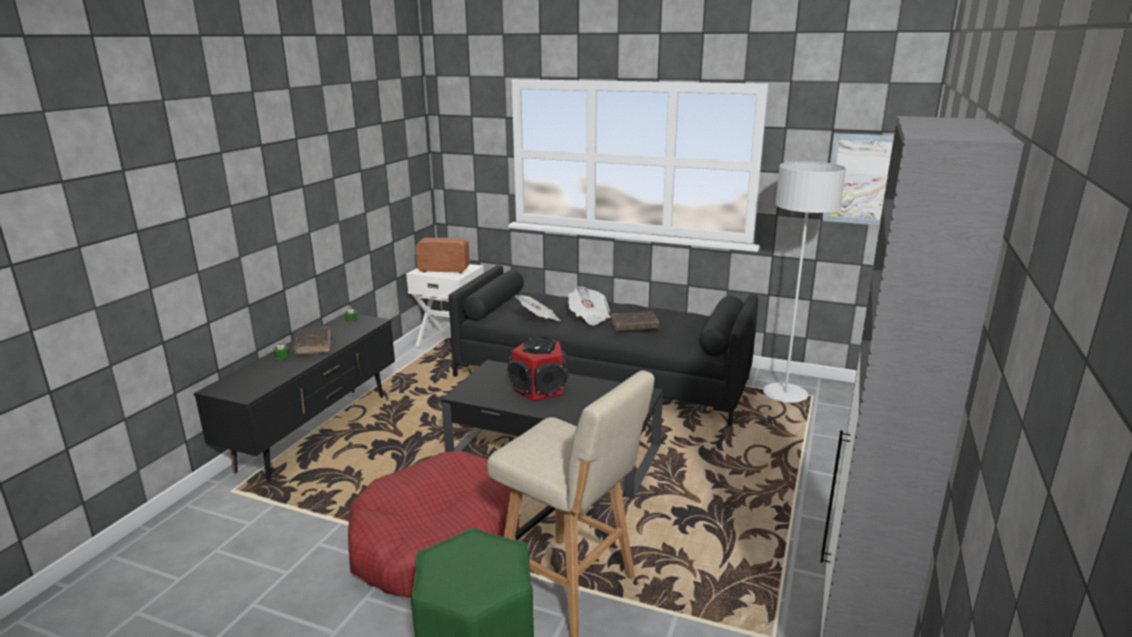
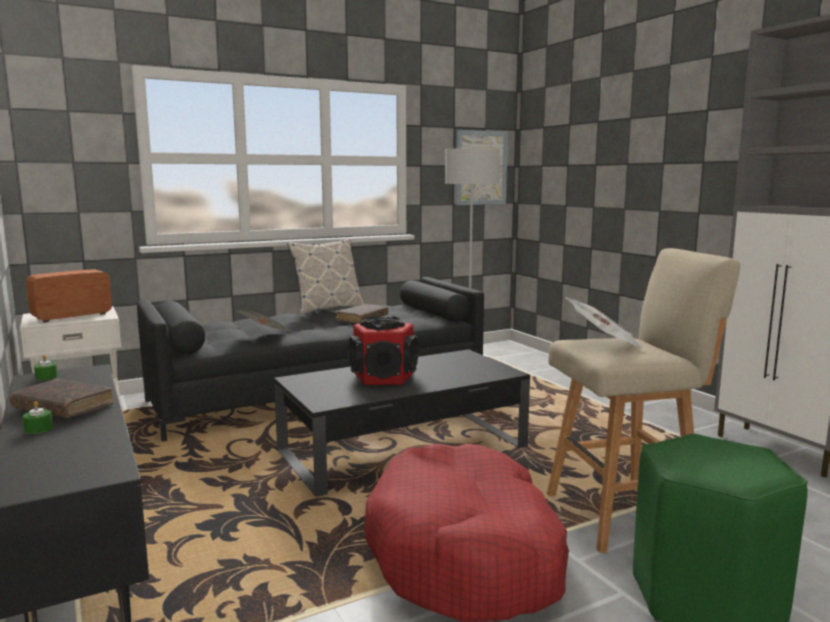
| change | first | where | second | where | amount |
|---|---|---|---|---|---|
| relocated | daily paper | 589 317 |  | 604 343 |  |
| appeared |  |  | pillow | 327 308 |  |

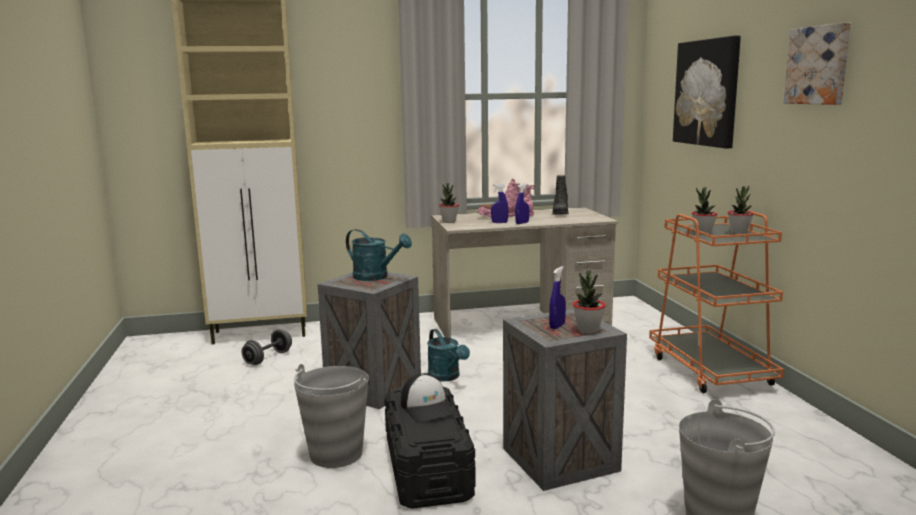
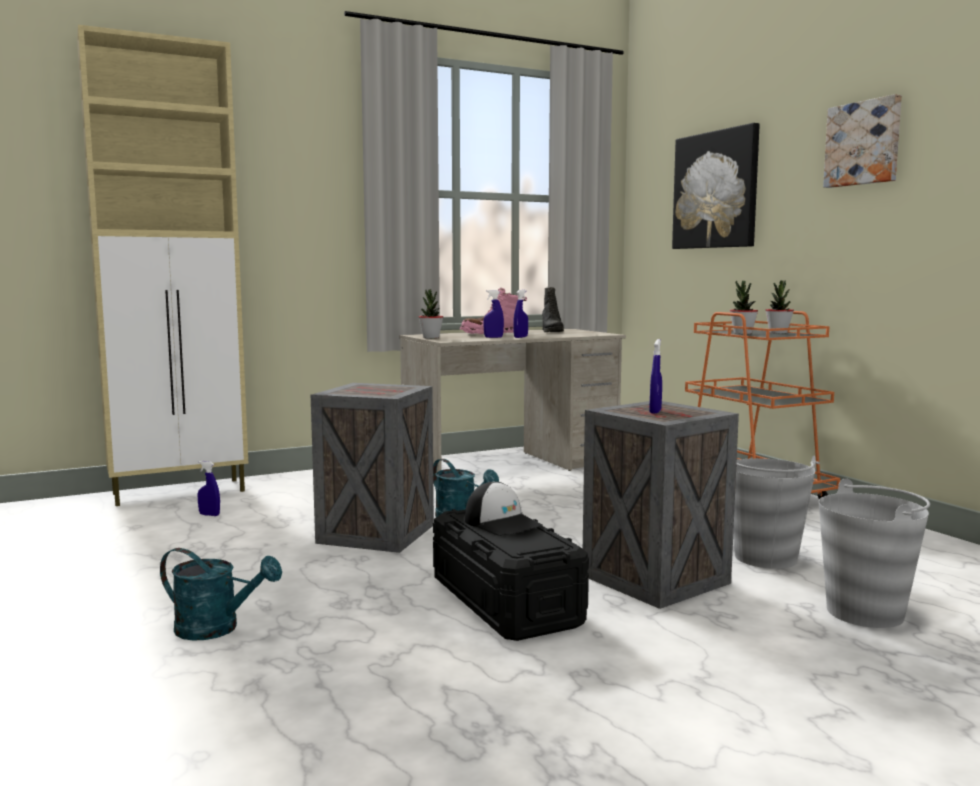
| change | first | where | second | where | amount |
|---|---|---|---|---|---|
| relocated | blue-green watering pot | 376 277 |  | 217 629 |  |
| missing | plant in a pot | 588 330 |  |  |  |
| exchanged | grey dumbbell | 268 358 | blue-coloured hand sprayer | 209 515 |  |
| relocated | grey bucket | 335 454 |  | 765 558 |  |

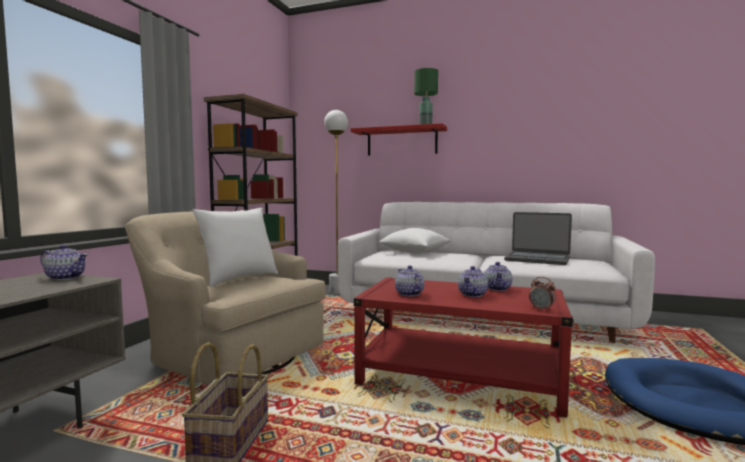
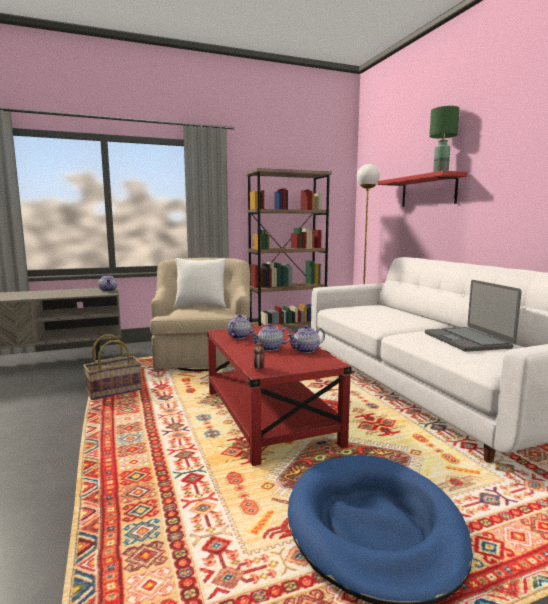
| change | first | where | second | where | amount |
|---|---|---|---|---|---|
| missing | white pillow | 414 252 |  |  |  |

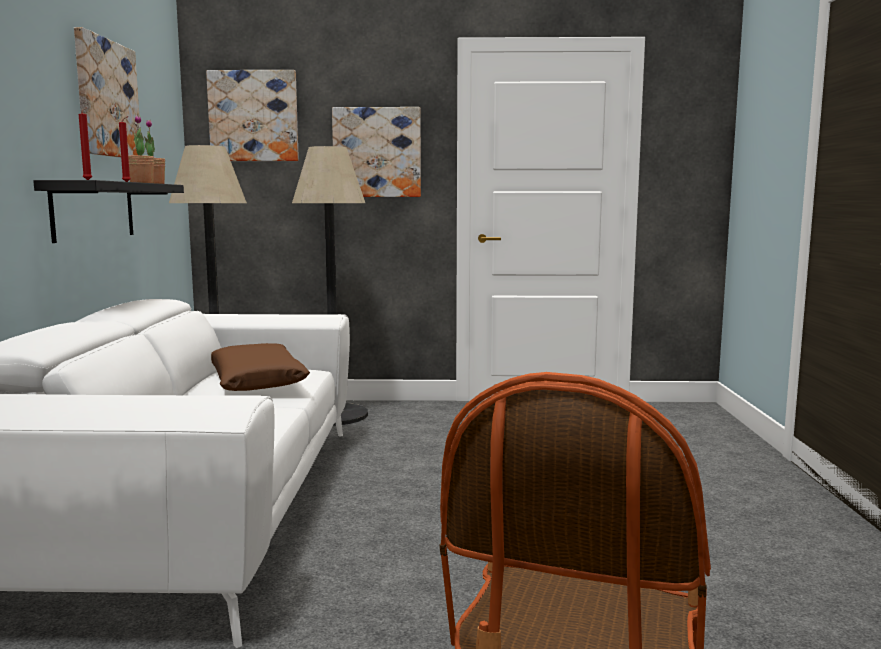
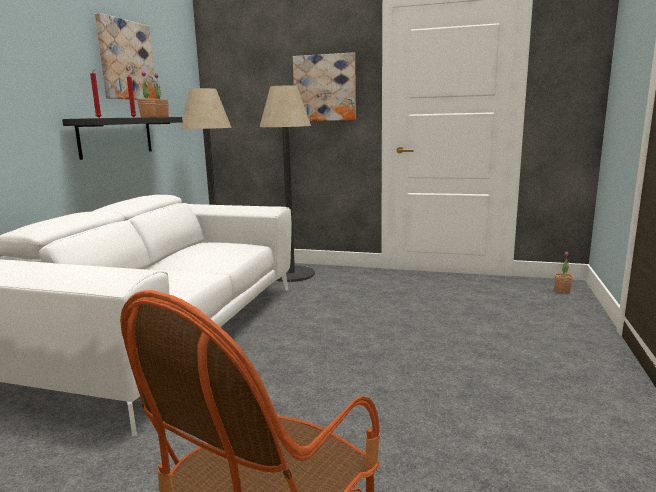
| change | first | where | second | where | amount |
|---|---|---|---|---|---|
| missing | wall art | 254 116 |  |  |  |
| missing | brown-coloured pillow | 257 381 |  |  |  |
| appeared |  |  | plant in a pot | 562 291 |  |

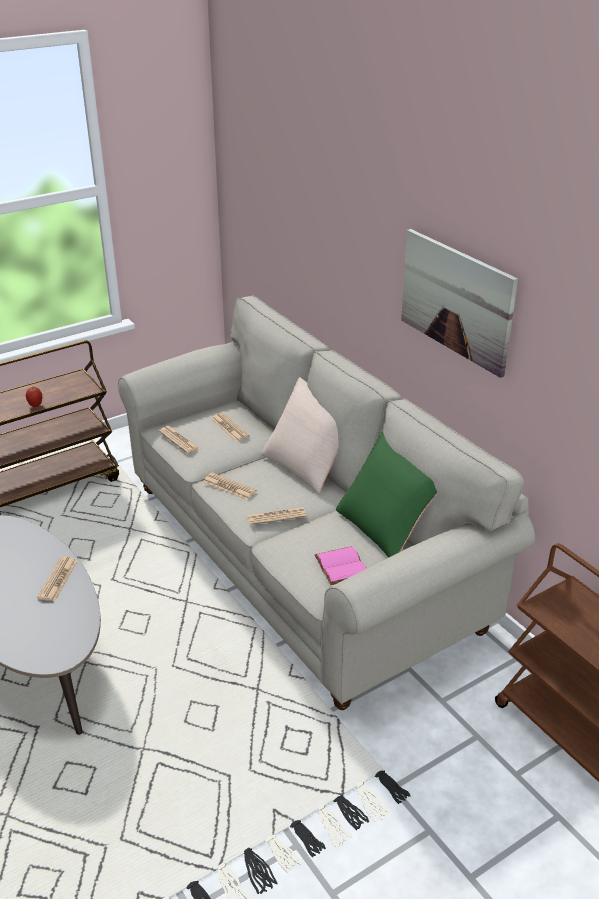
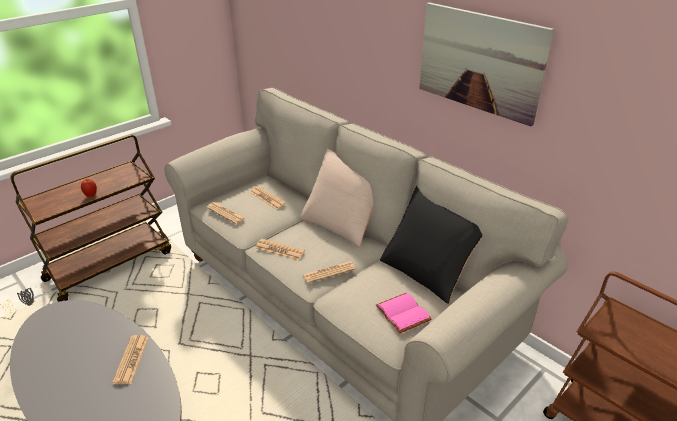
| change | first | where | second | where | amount |
|---|---|---|---|---|---|
| colour | greenish pillow | 386 526 | black-coloured pillow | 428 270 |  |

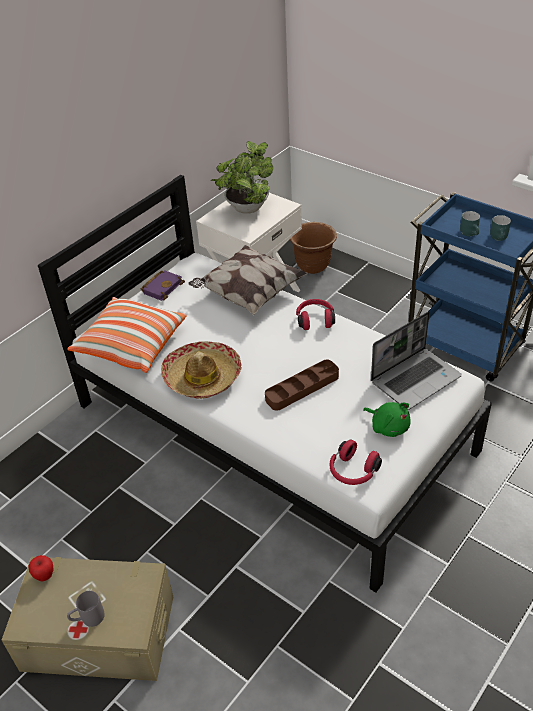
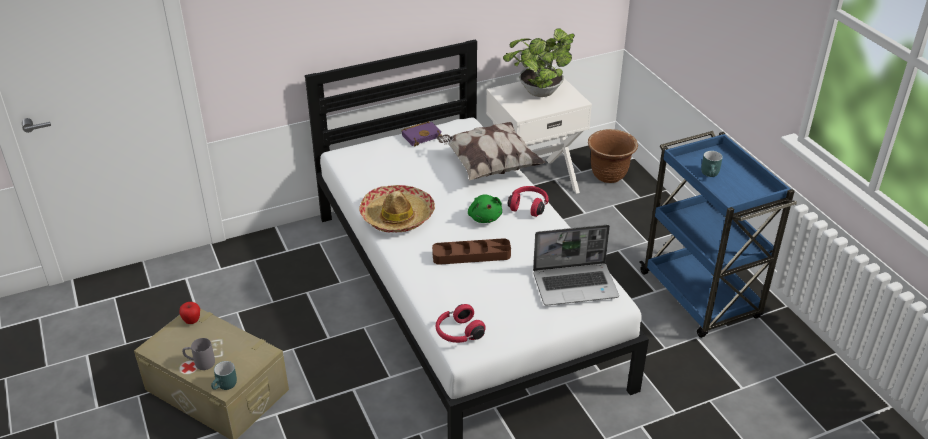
| change | first | where | second | where | amount |
|---|---|---|---|---|---|
| relocated | blue-green tea mug | 500 238 |  | 226 386 |  |
| missing | pillow | 131 345 |  |  |  |
| relocated | greenish soft toy | 388 426 |  | 484 217 |  |

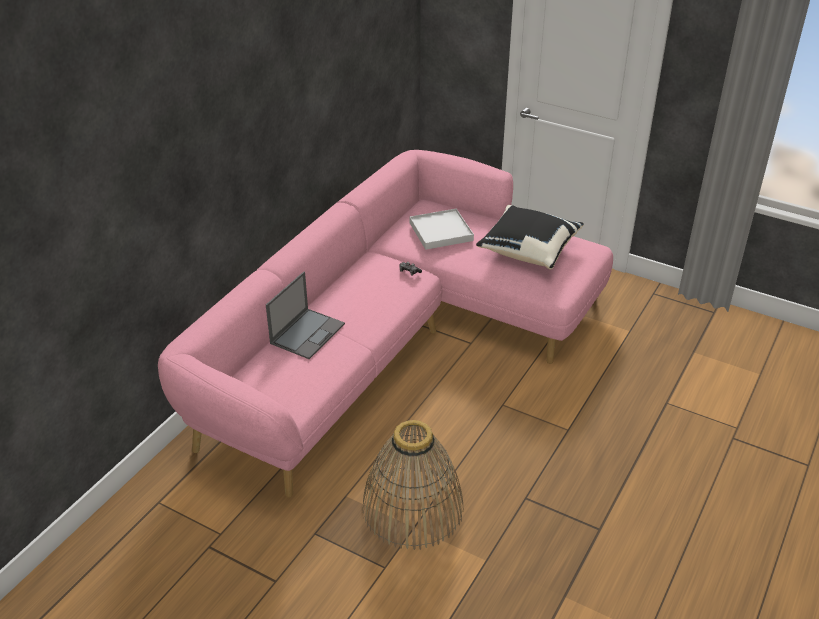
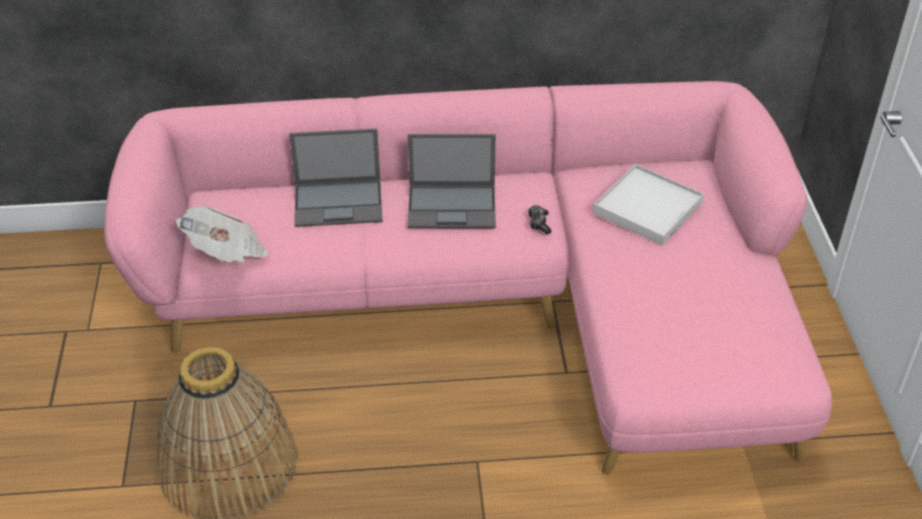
| change | first | where | second | where | amount |
|---|---|---|---|---|---|
| missing | black-coloured pillow | 528 250 |  |  |  |
| appeared |  |  | portable computer | 453 206 |  |
| appeared |  |  | daily paper | 227 252 |  |

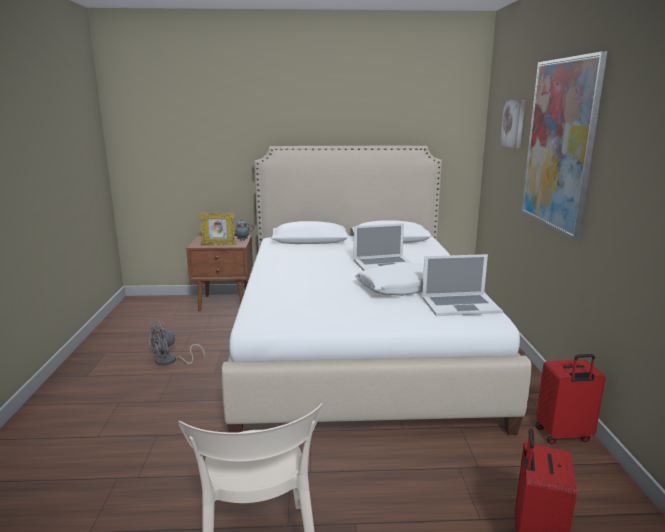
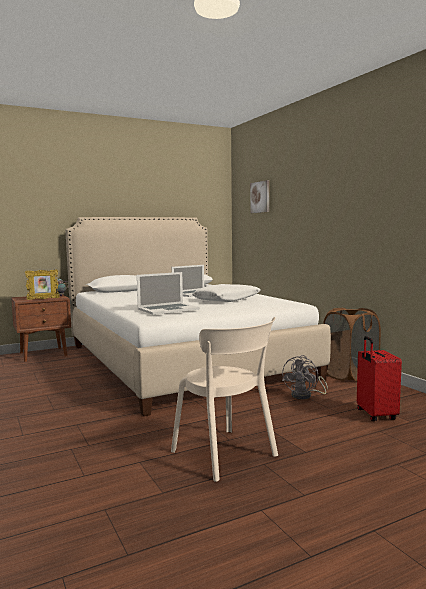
| change | first | where | second | where | amount |
|---|---|---|---|---|---|
| missing | wall art | 559 144 |  |  |  |
| relocated | portable computer | 460 305 |  | 168 309 |  |
| relocated | grey fan | 170 361 |  | 305 395 |  |
| exchanged | reddish suitcase | 563 435 | brown-coloured laundry basket | 350 375 |  |

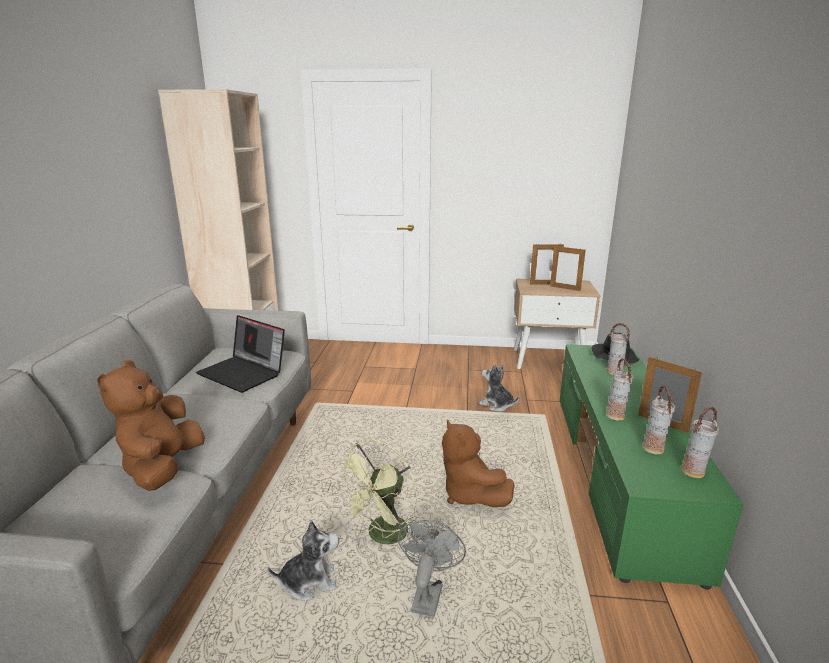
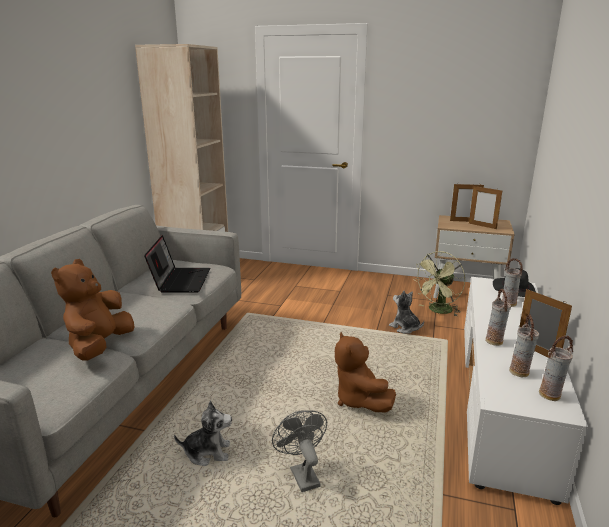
| change | first | where | second | where | amount |
|---|---|---|---|---|---|
| spun | portable computer | 244 373 |  | 180 280 | 135 degrees counterclockwise |
| colour | greenish tv unit | 620 476 | white tv unit | 503 399 |  |
| relocated | greenish fan | 383 537 |  | 438 311 |  |
| spun | grey fan | 428 593 |  | 302 474 | 45 degrees counterclockwise |

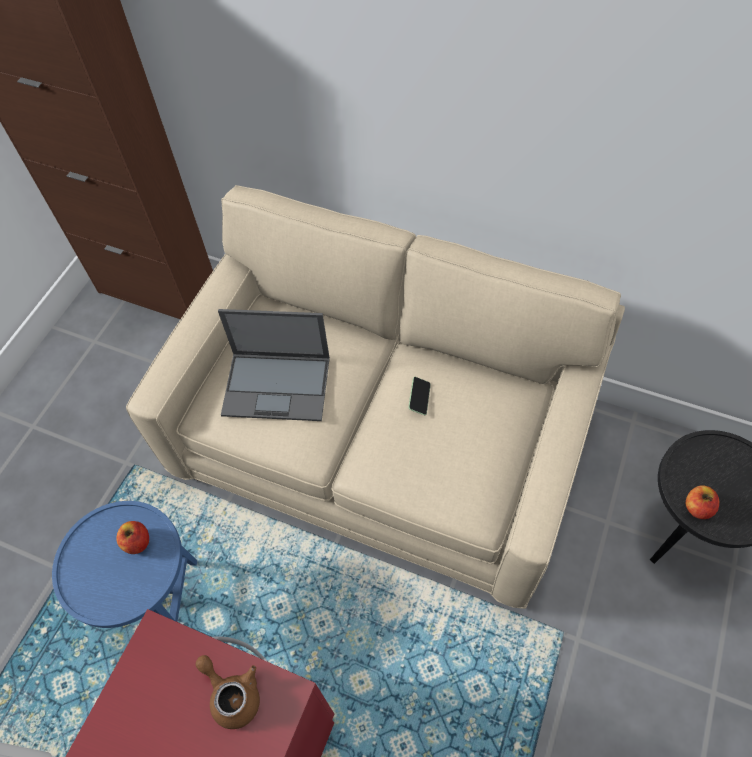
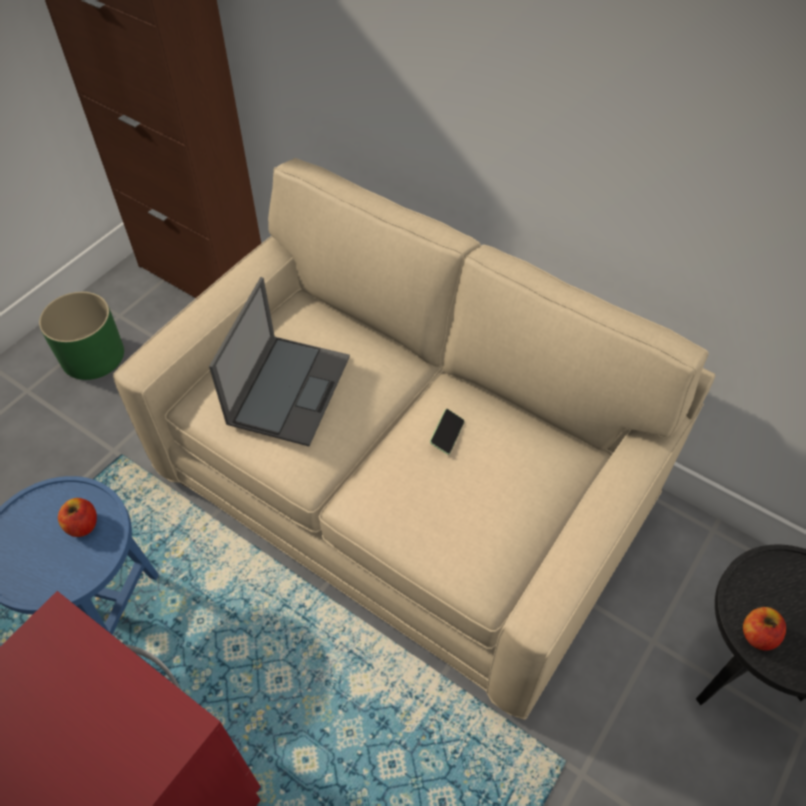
| change | first | where | second | where | amount |
|---|---|---|---|---|---|
| spun | portable computer | 278 386 |  | 289 388 | 90 degrees counterclockwise |
| missing | brown-coloured pot for tea | 232 694 |  |  |  |
| appeared |  |  | greenish flower pot | 93 355 |  |

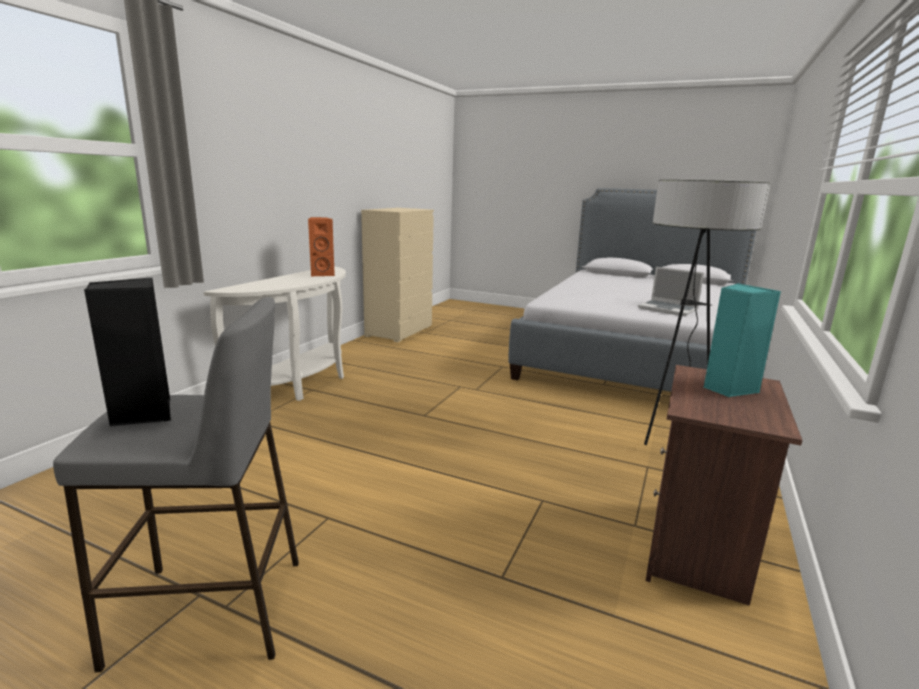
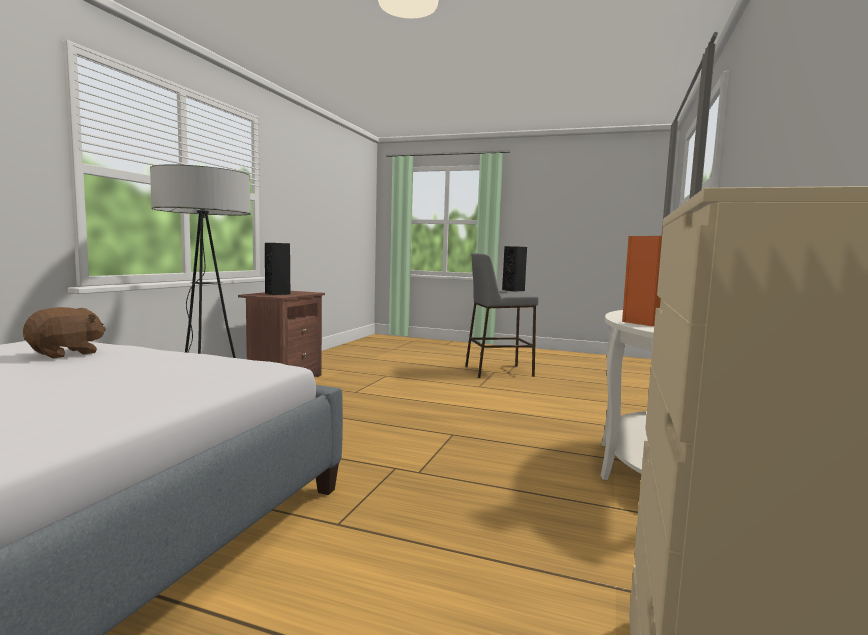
| change | first | where | second | where | amount |
|---|---|---|---|---|---|
| exchanged | portable computer | 668 309 | brown-coloured soft toy | 66 353 |  |
| colour | blue-green loudspeaker | 727 388 | black-coloured loudspeaker | 278 294 |  |

